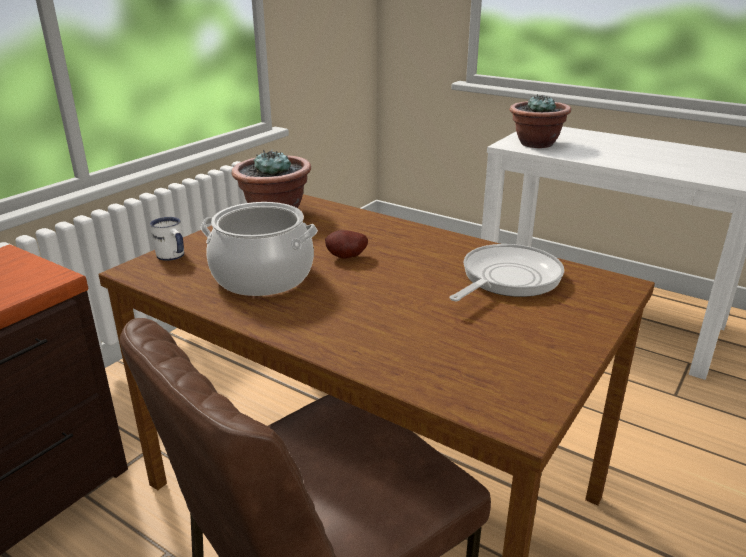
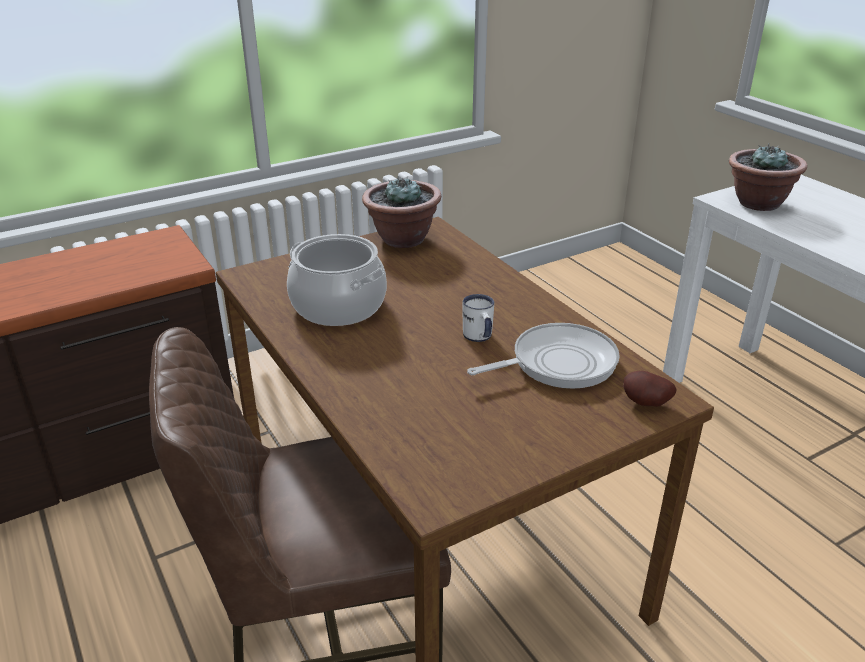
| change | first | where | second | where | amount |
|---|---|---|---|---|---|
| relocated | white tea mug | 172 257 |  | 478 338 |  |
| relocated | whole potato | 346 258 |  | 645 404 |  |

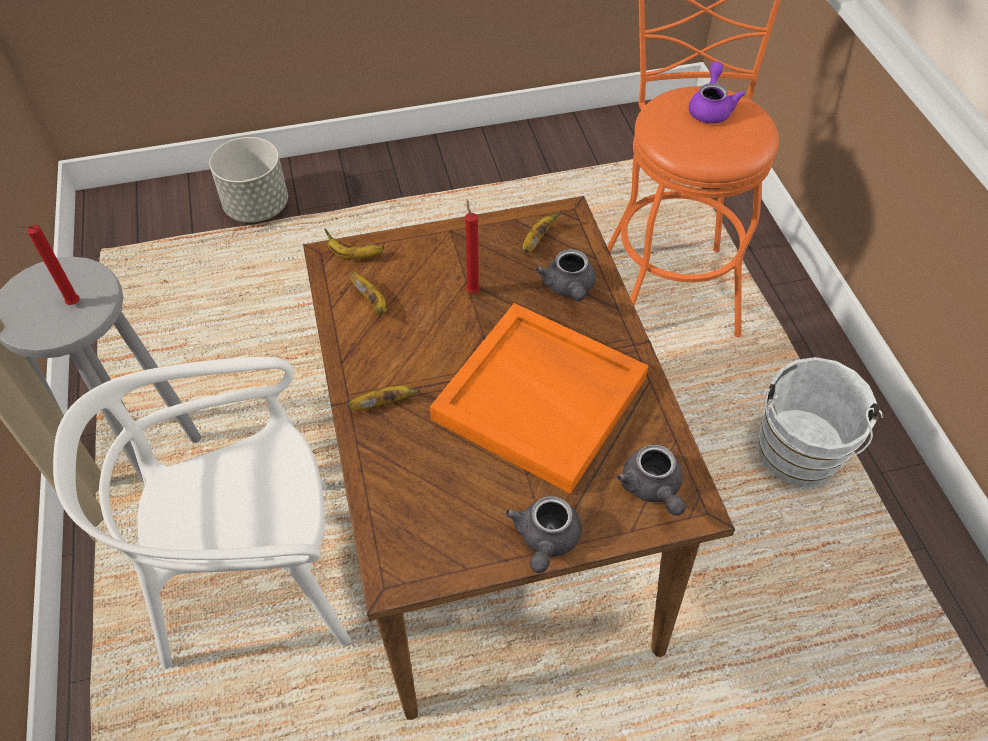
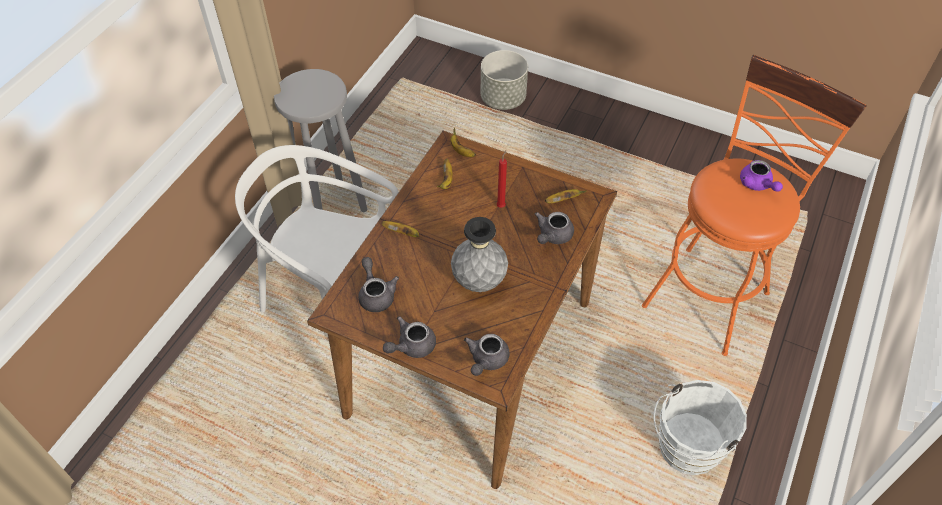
| change | first | where | second | where | amount |
|---|---|---|---|---|---|
| spun | purple-coloured pot for tea | 710 109 |  | 757 185 | 105 degrees clockwise |
| missing | reddish wax candle | 72 305 |  |  |  |
| exchanged | orange carrying tray | 542 398 | grey flower vase | 479 281 |  |
| appeared |  |  | grey pot for tea | 376 294 |  |

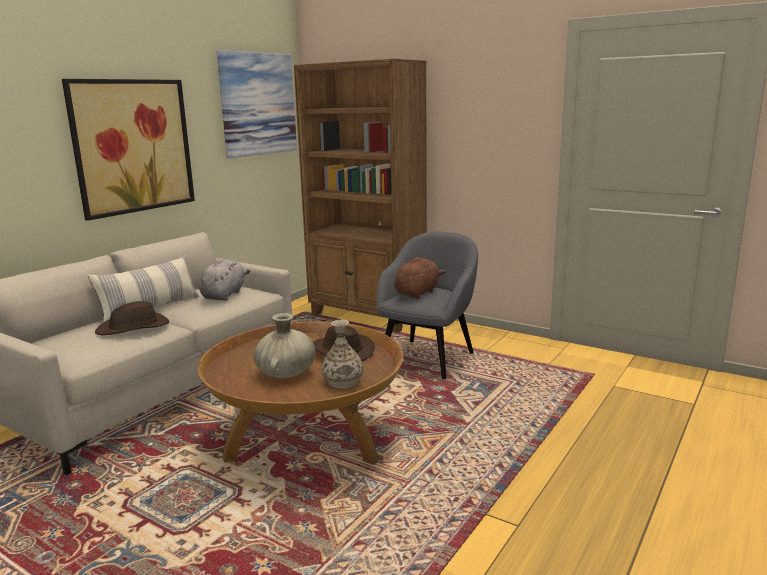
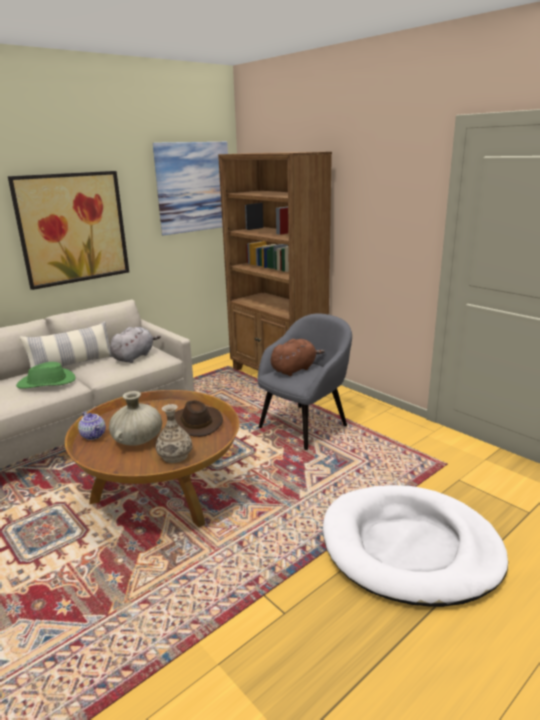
| change | first | where | second | where | amount |
|---|---|---|---|---|---|
| colour | brown-coloured clothing hat | 134 328 | greenish clothing hat | 47 383 |  |
| appeared |  |  | pot for tea | 94 435 |  |
| appeared |  |  | white dog bed | 410 548 |  |

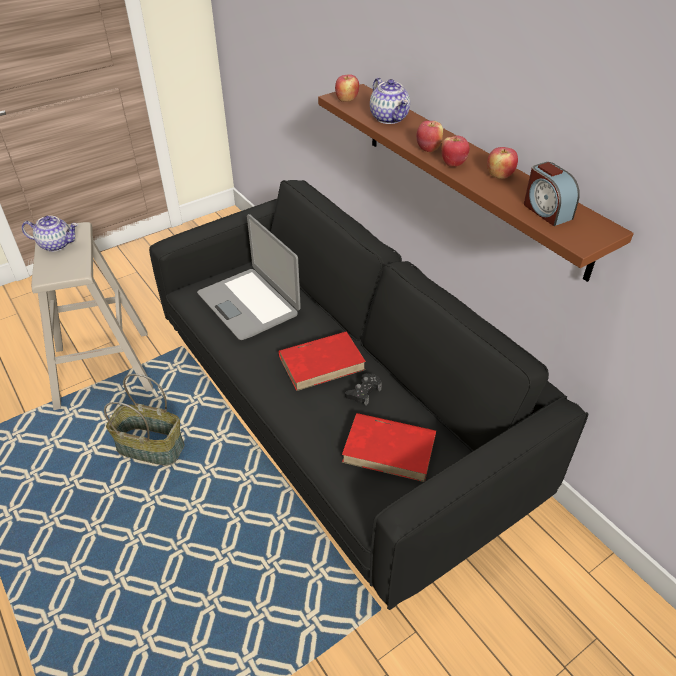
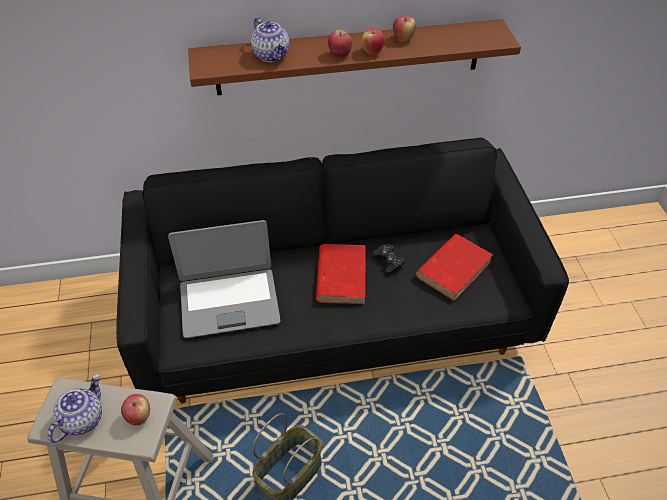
| change | first | where | second | where | amount |
|---|---|---|---|---|---|
| relocated | whole apple | 346 100 |  | 139 417 |  |
| spun | pot for tea | 389 118 |  | 271 55 | 60 degrees clockwise |
| missing | alarm clock | 546 211 |  |  |  |

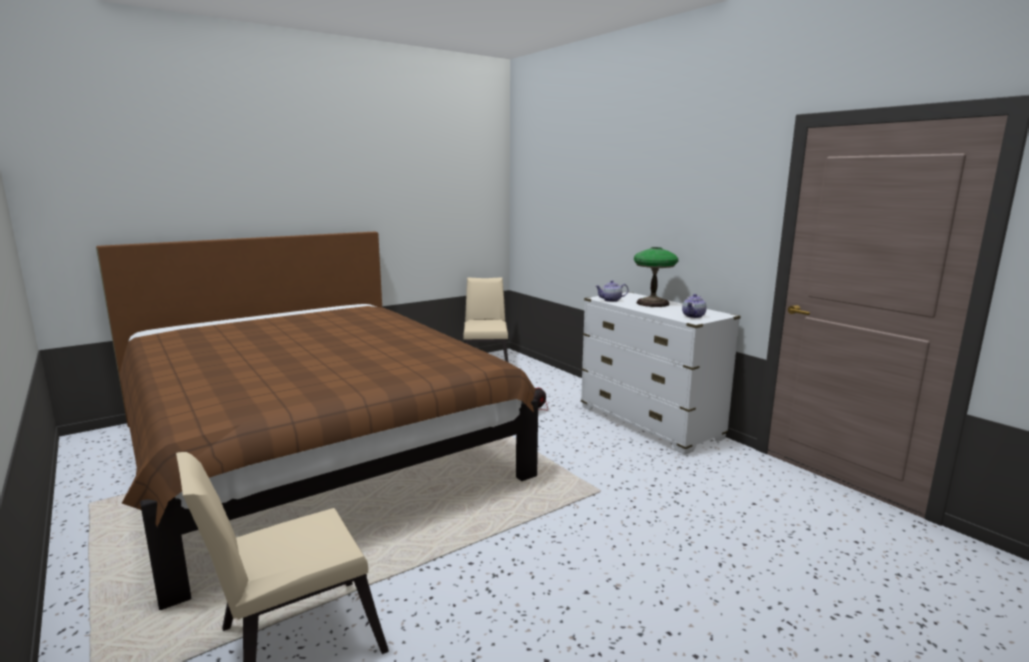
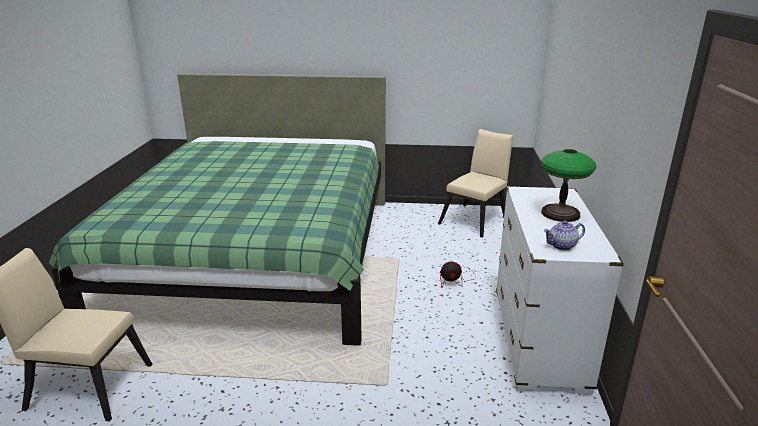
| change | first | where | second | where | amount |
|---|---|---|---|---|---|
| colour | brown-coloured bedroom bed | 312 449 | greenish bedroom bed | 258 255 |  |
| missing | pot for tea | 611 300 |  |  |  |

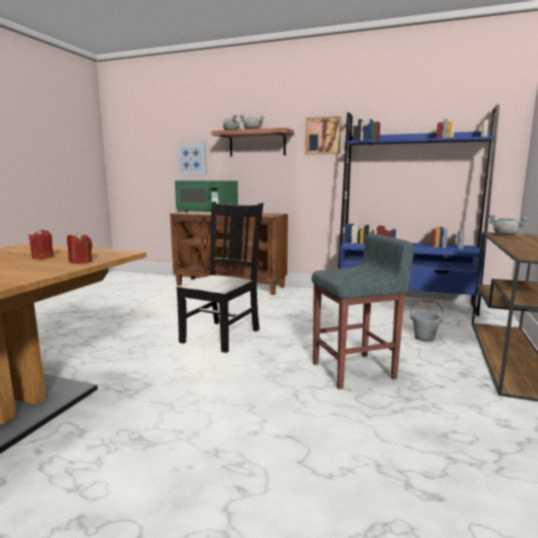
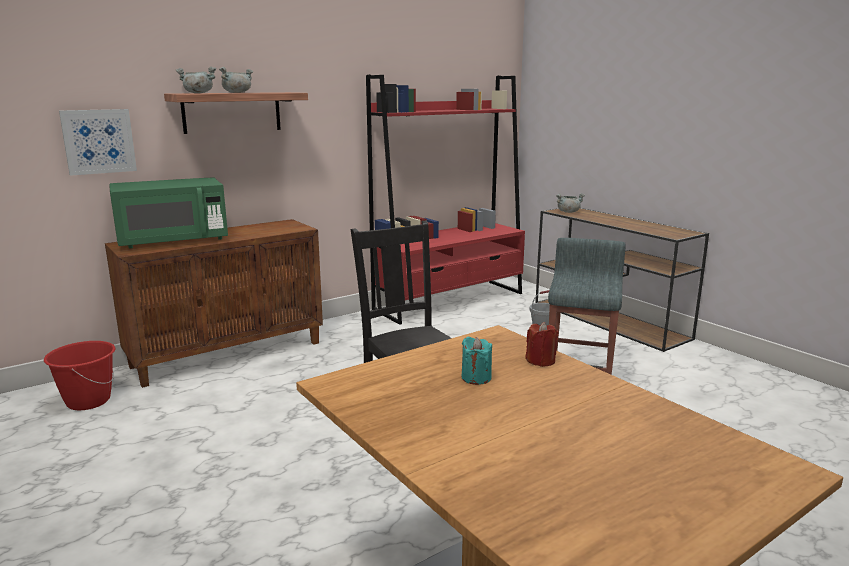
| change | first | where | second | where | amount |
|---|---|---|---|---|---|
| colour | blue-coloured bookshelf | 405 302 | reddish bookshelf | 450 301 |  |
| missing | wall art | 323 136 |  |  |  |
| colour | reddish wax candle | 43 257 | blue-green wax candle | 476 378 |  |
| appeared |  |  | reddish bucket | 88 401 |  |

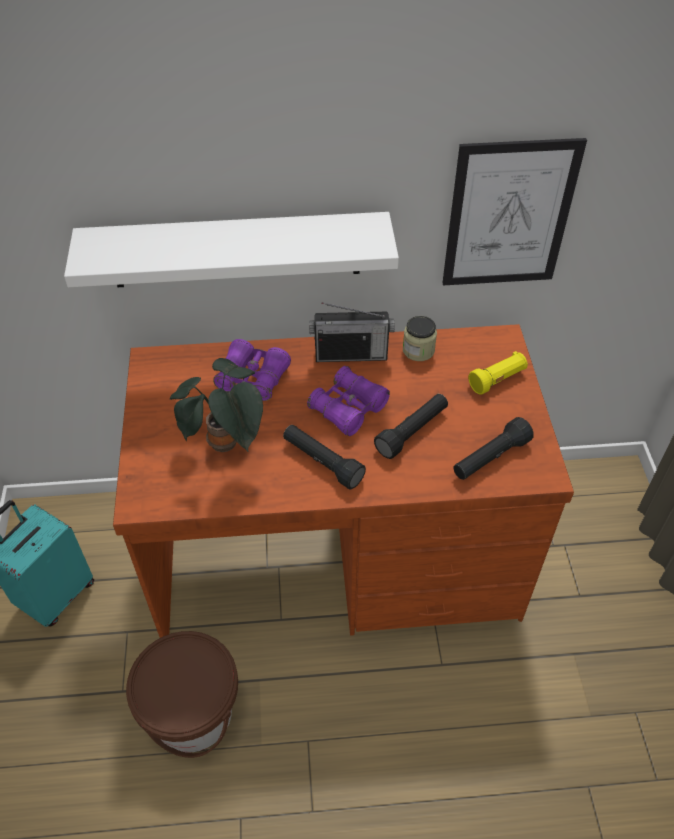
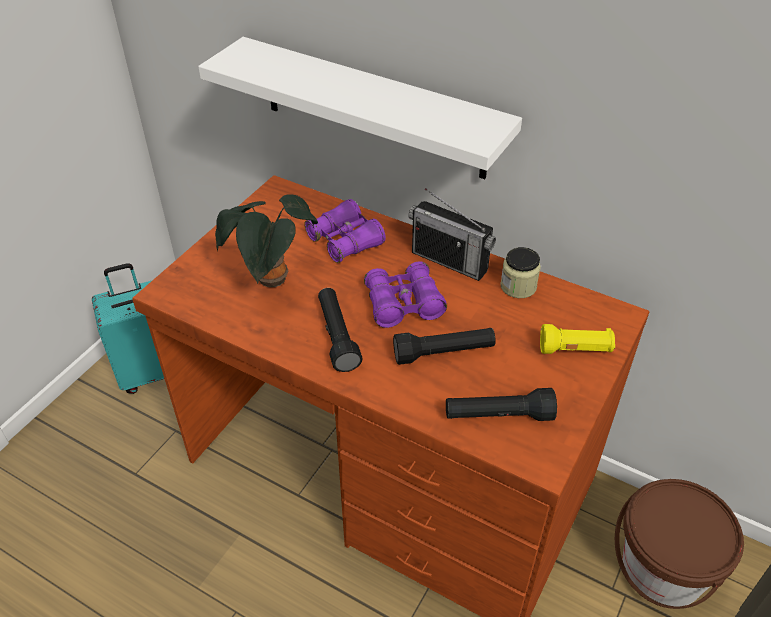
| change | first | where | second | where | amount |
|---|---|---|---|---|---|
| missing | wall art | 509 215 |  |  |  |
| relocated | brown-coloured bucket | 192 713 |  | 663 568 |  |

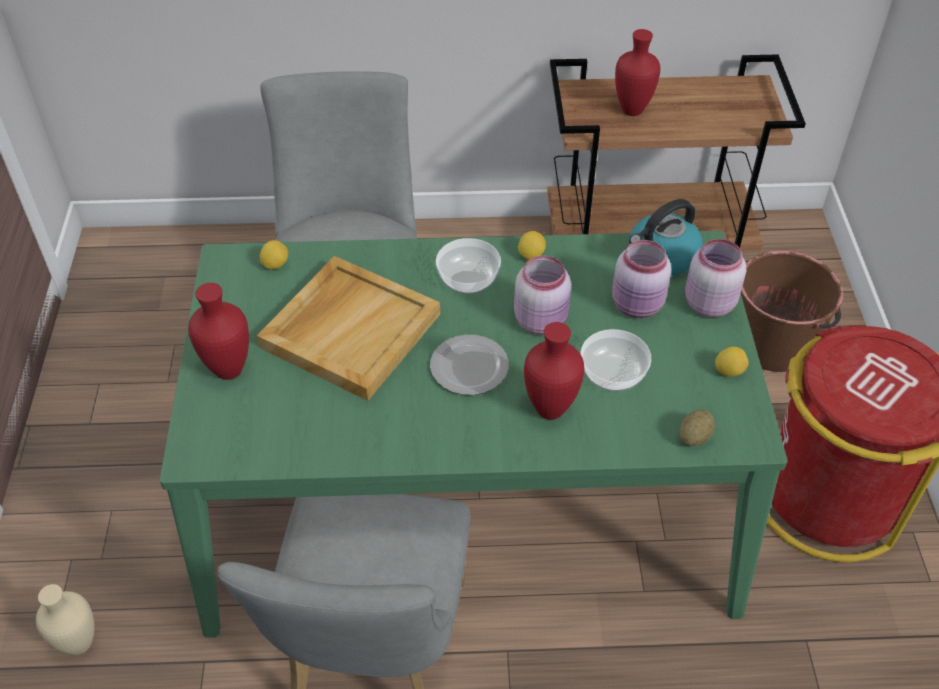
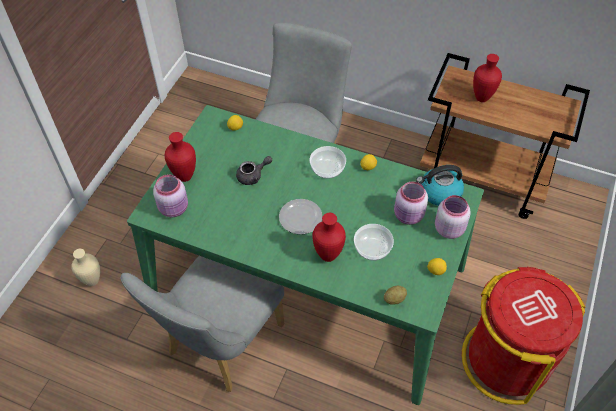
| change | first | where | second | where | amount |
|---|---|---|---|---|---|
| missing | brown-coloured bucket | 774 342 |  |  |  |
| exchanged | sand-coloured carrying tray | 350 329 | grey pot for tea | 253 176 |  |
| relocated | pink-coloured storage jar | 542 320 |  | 175 208 |  |

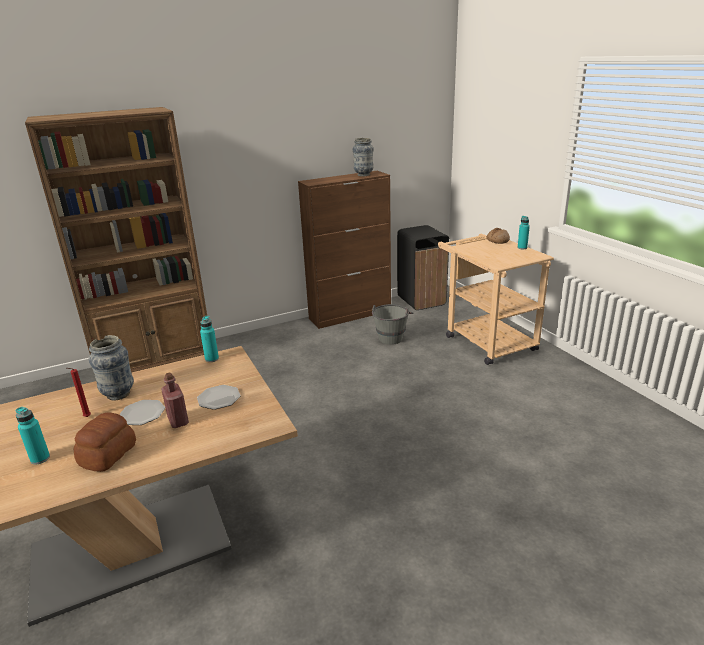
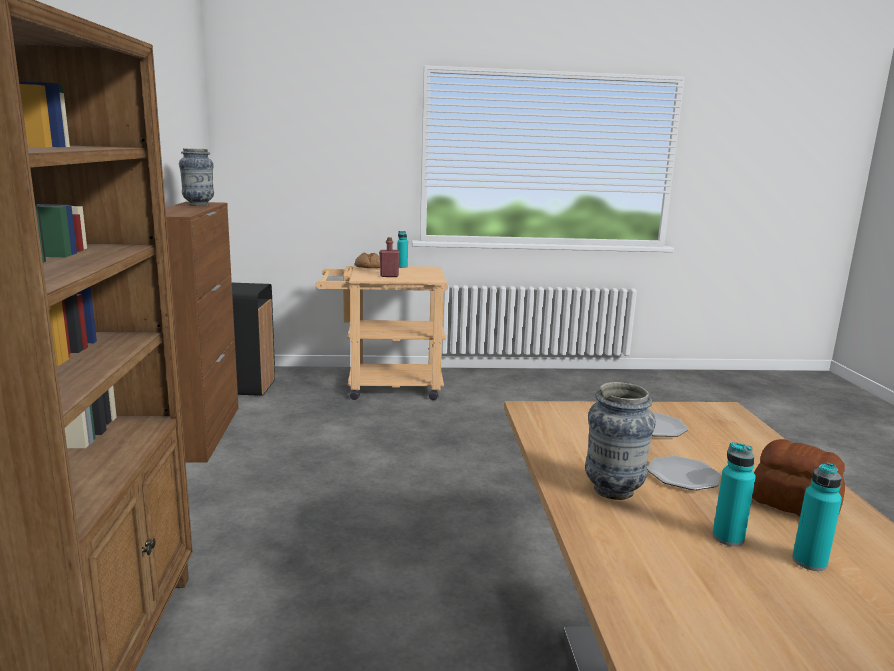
| change | first | where | second | where | amount |
|---|---|---|---|---|---|
| missing | grey bucket | 391 336 |  |  |  |
| relocated | blue-green drink bottle | 212 359 |  | 728 538 |  |
| missing | reddish wax candle | 86 417 |  |  |  |
| relocated | reddish drink bottle | 178 421 |  | 389 276 |  |

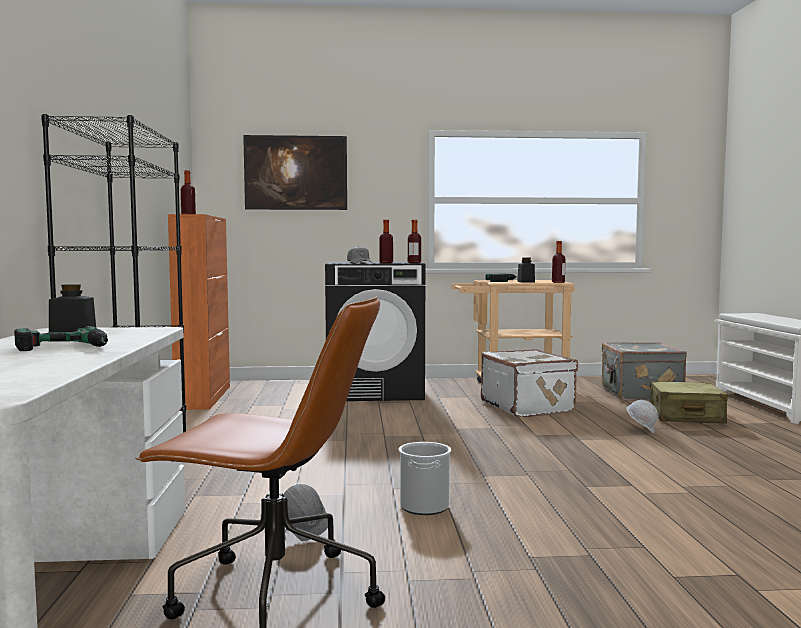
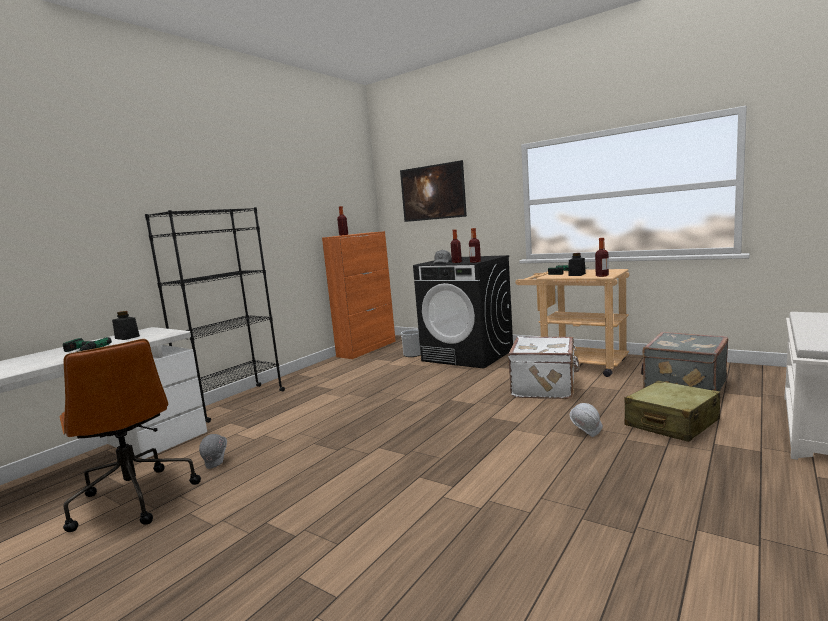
| change | first | where | second | where | amount |
|---|---|---|---|---|---|
| relocated | bucket | 424 506 |  | 413 354 |  |

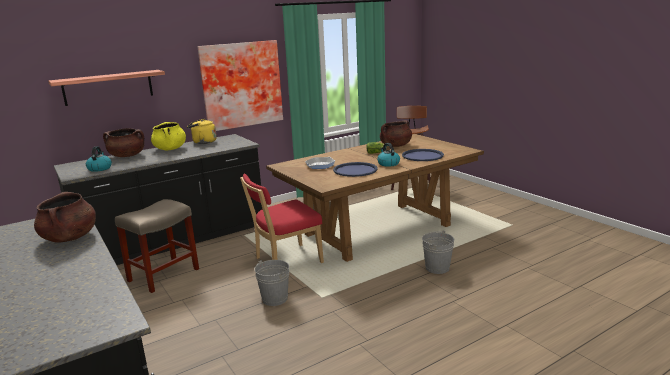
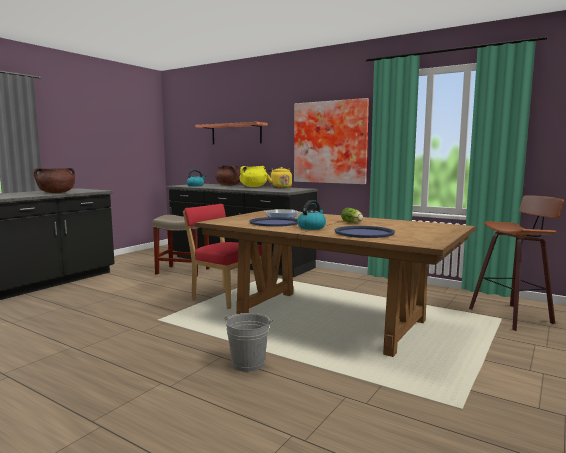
| change | first | where | second | where | amount |
|---|---|---|---|---|---|
| missing | brown-coloured saucepot | 395 145 |  |  |  |
| missing | grey bucket | 274 299 |  |  |  |

